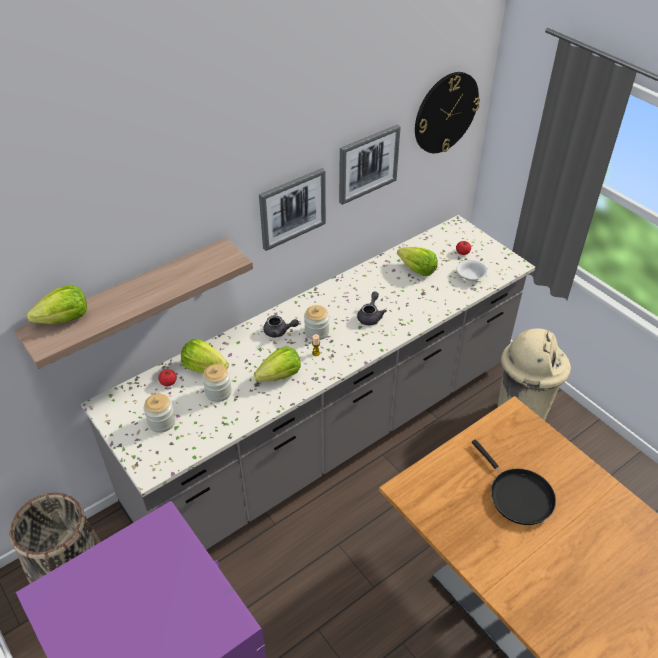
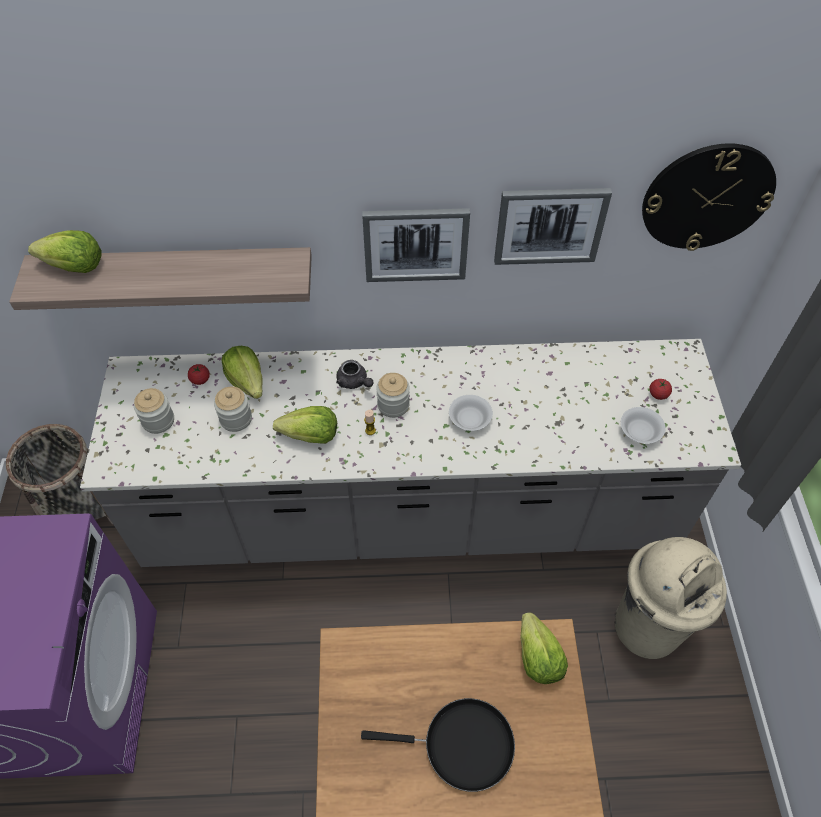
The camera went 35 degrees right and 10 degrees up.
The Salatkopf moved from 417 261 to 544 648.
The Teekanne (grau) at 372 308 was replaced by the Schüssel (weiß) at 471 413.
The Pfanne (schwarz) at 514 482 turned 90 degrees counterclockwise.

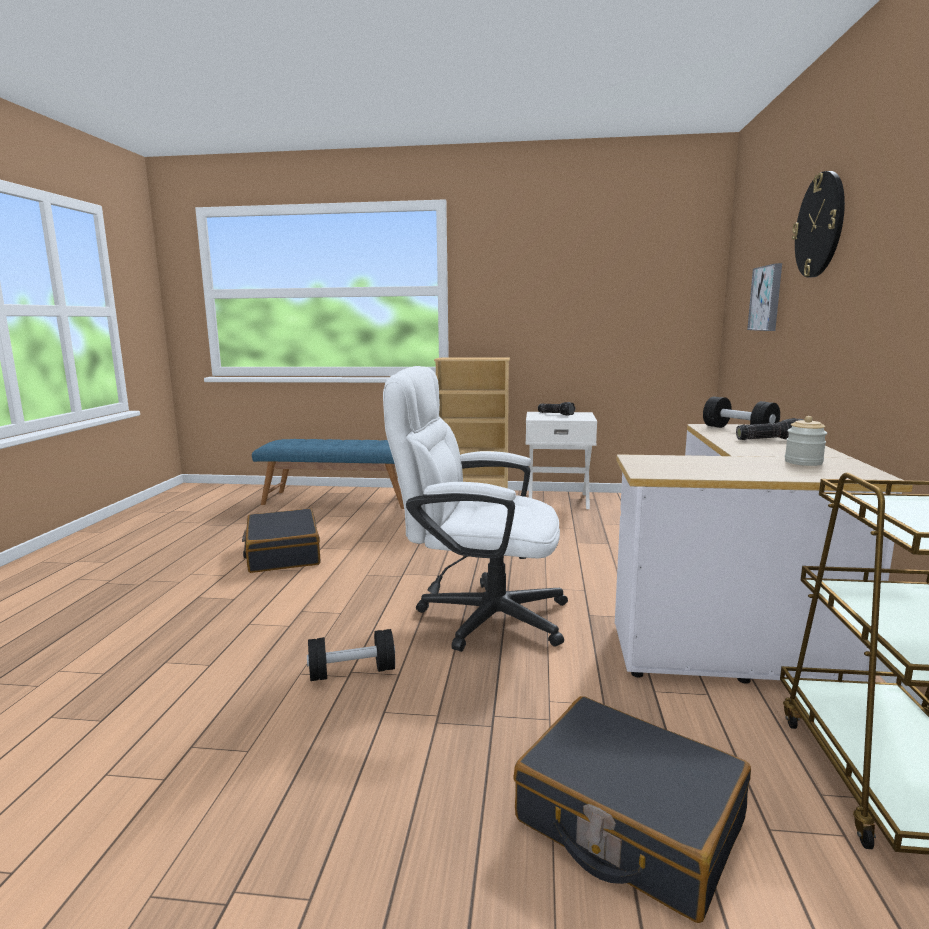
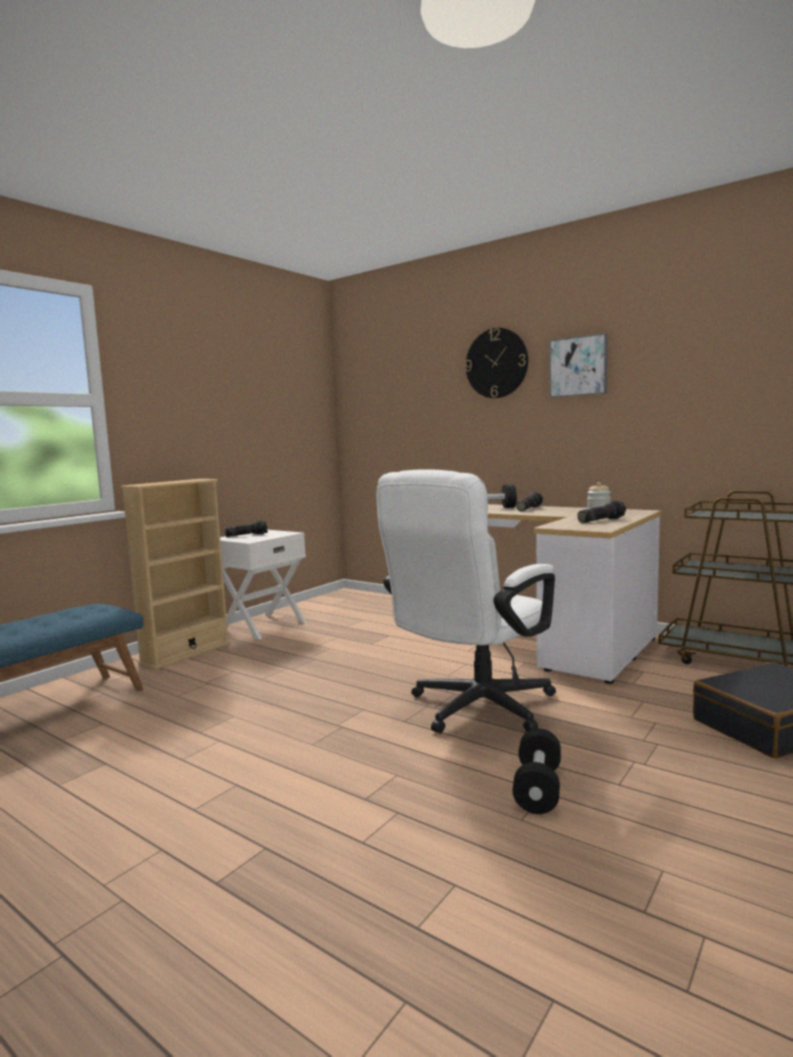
The camera went 60 degrees left and 5 degrees down.
The Koffer (schwarz) at 281 540 disappeared.
The Taschenlampe at 601 512 appeared.
The Bild moved from 764 297 to 578 365.

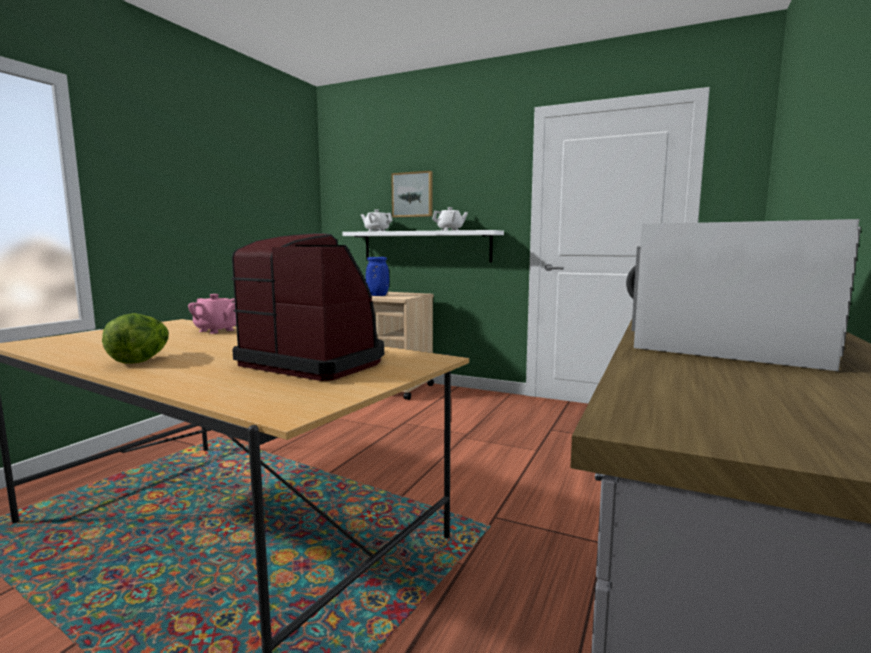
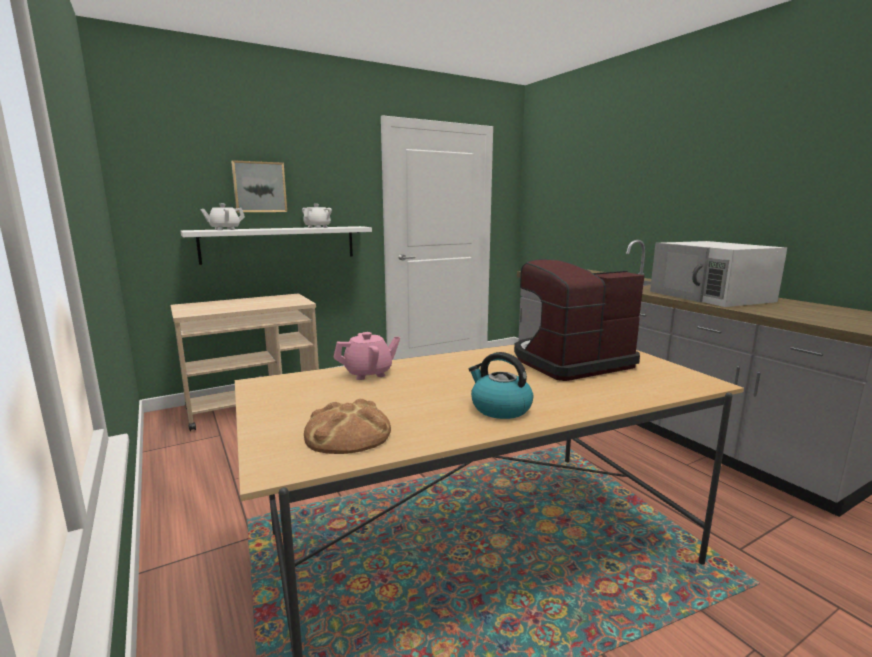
The camera went 55 degrees left and 5 degrees up.
The Vase (blau) at 377 276 disappeared.
The Brot at 347 426 appeared.
The Salatkopf at 135 338 was replaced by the Wasserkessel at 501 385.

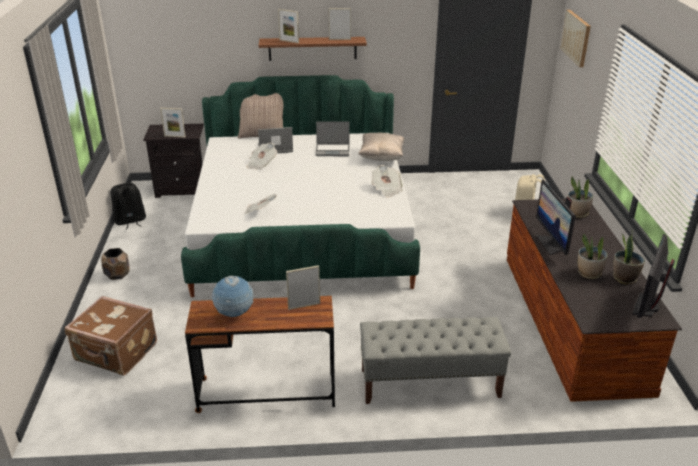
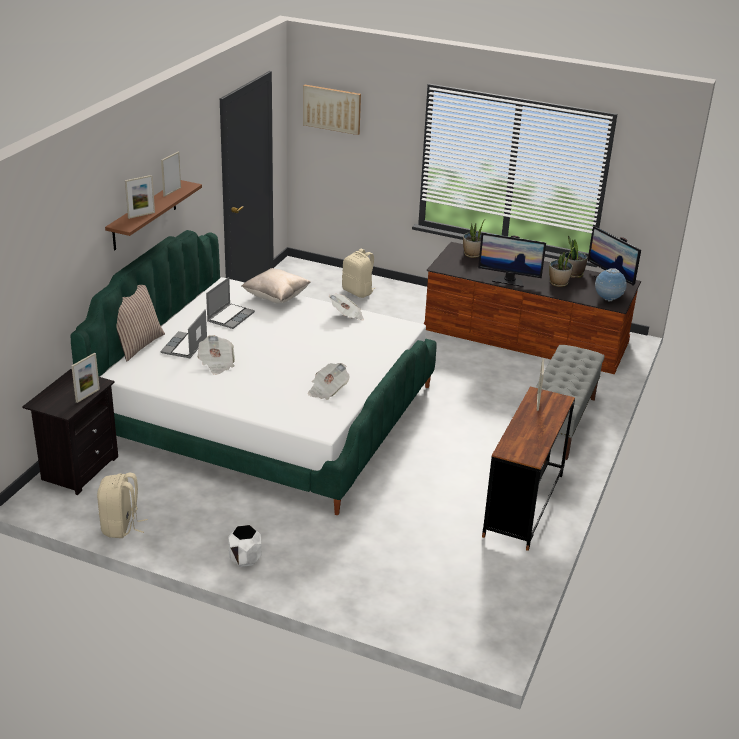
The camera went 65 degrees left and 0 degrees up.
The Koffer (braun) at 111 335 disappeared.
The Globus moved from 232 296 to 611 284.
The Pflanzkübel (braun) at 115 264 became the Pflanzkübel (weiß) at 244 546.
The Rucksack (schwarz) at 128 206 became the Rucksack (beige) at 122 505.

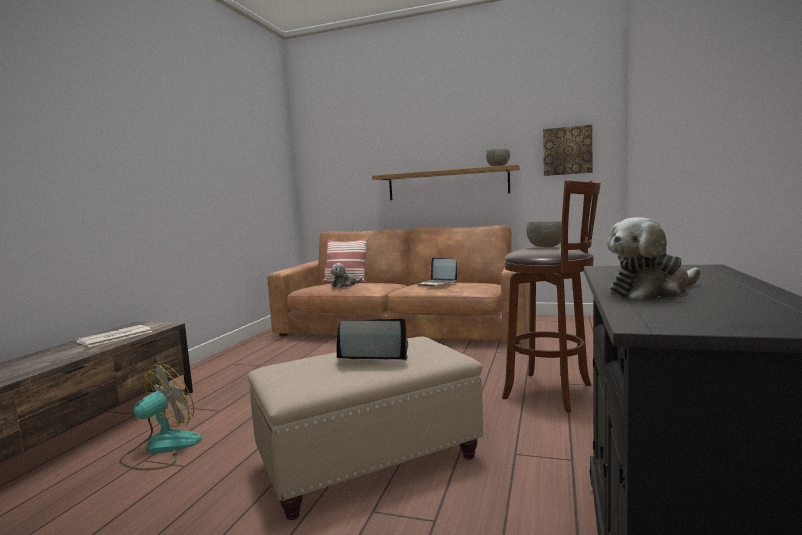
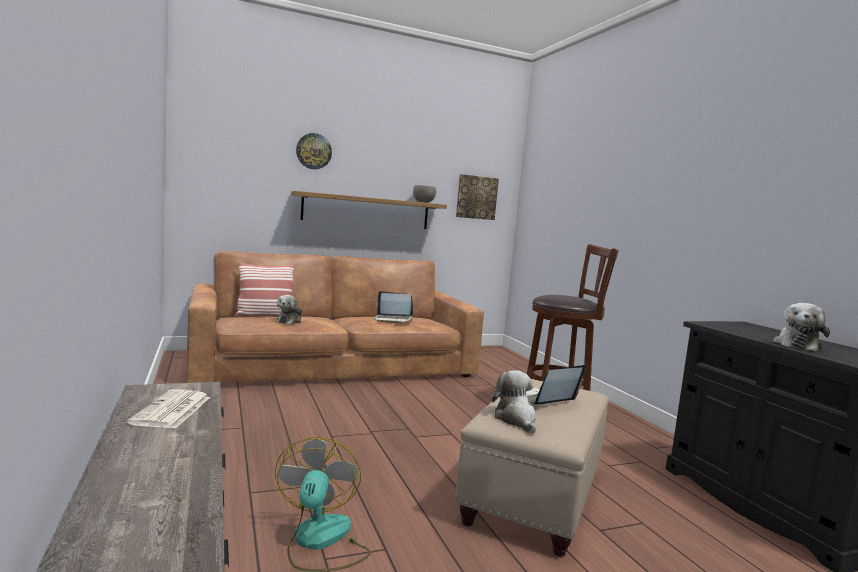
The camera went 40 degrees left and 0 degrees up.
The Schüssel (grau) at 544 234 disappeared.
The Wanduhr at 314 151 appeared.
The Plüschtier at 514 402 appeared.

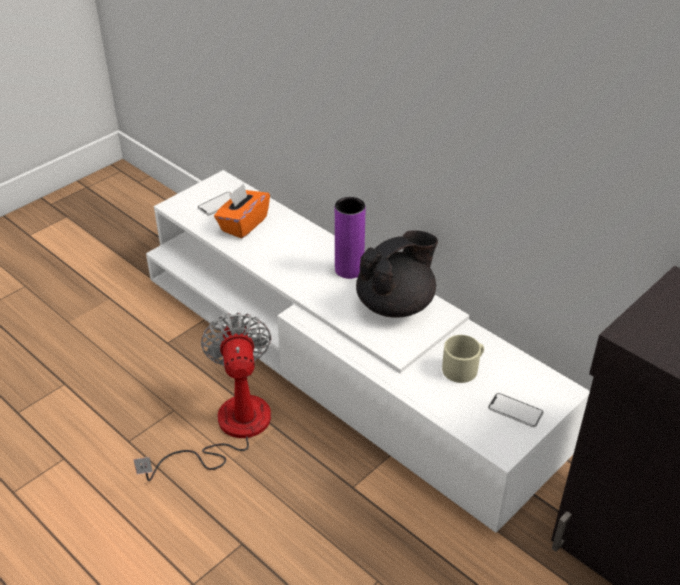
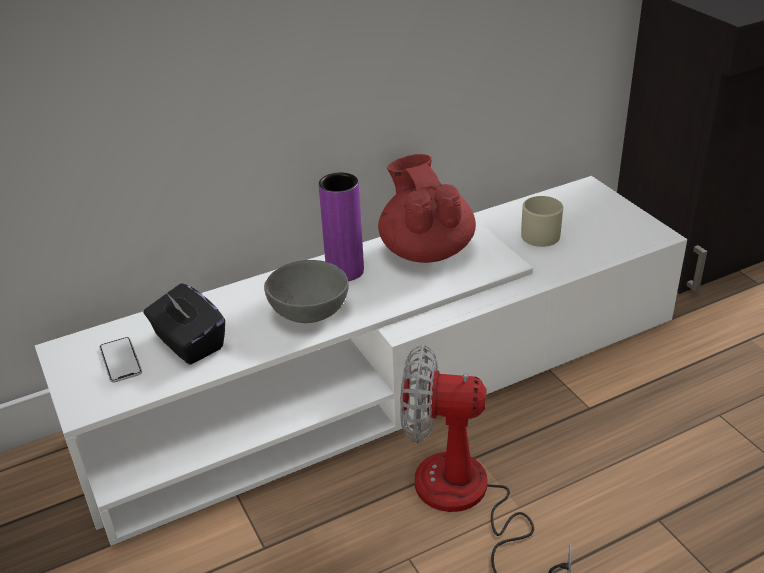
The camera went 70 degrees left and 5 degrees down.
The Handy at 516 410 disappeared.
The Schüssel (grau) at 306 291 appeared.
The Taschentuchbox (orange) at 242 211 became the Taschentuchbox (schwarz) at 184 324.
The Teekanne (schwarz) at 397 274 became the Teekanne (rot) at 427 208.

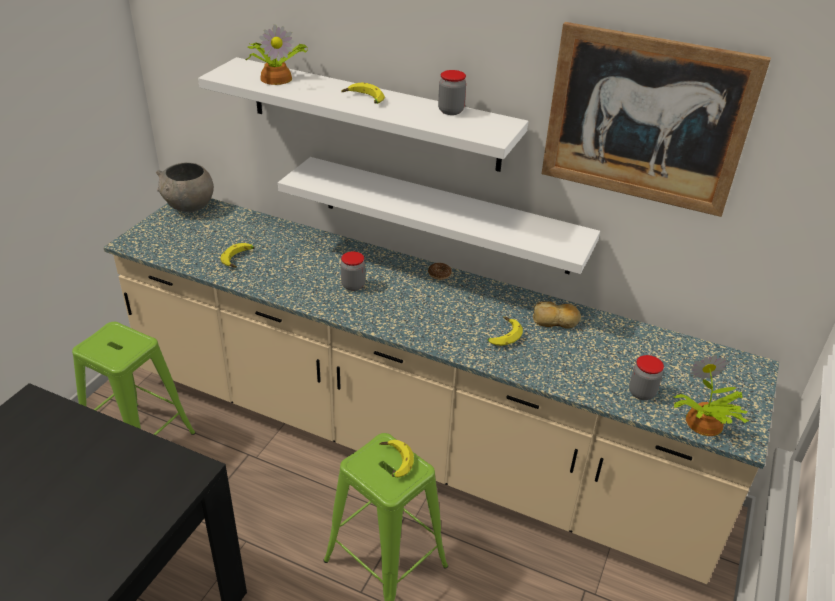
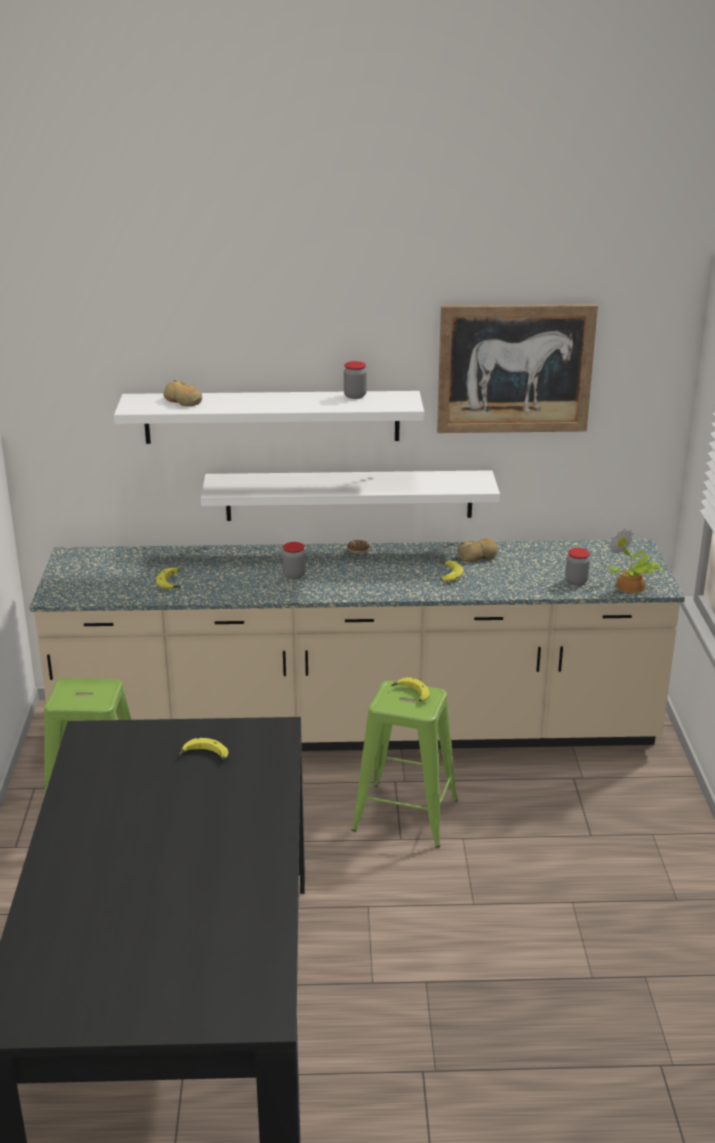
The camera went 25 degrees left and 10 degrees down.
The Schüssel (grau) at 185 187 disappeared.
The Banane moved from 363 93 to 203 749.
The Topfpflanze at 276 54 was replaced by the Brot at 182 393.

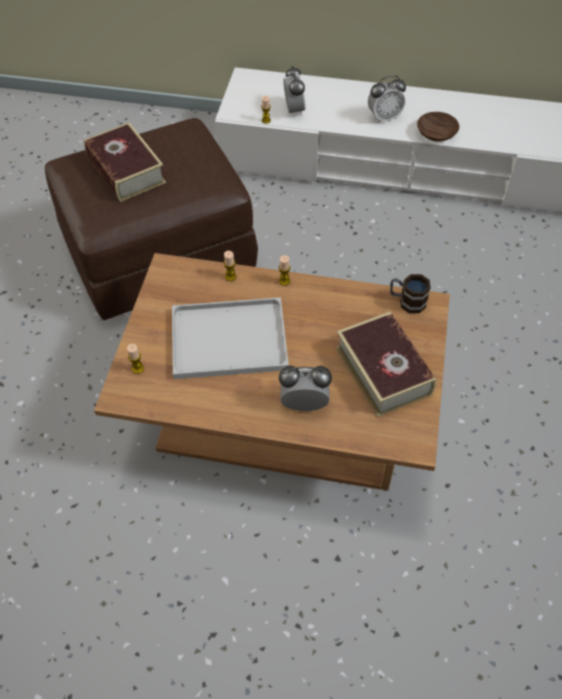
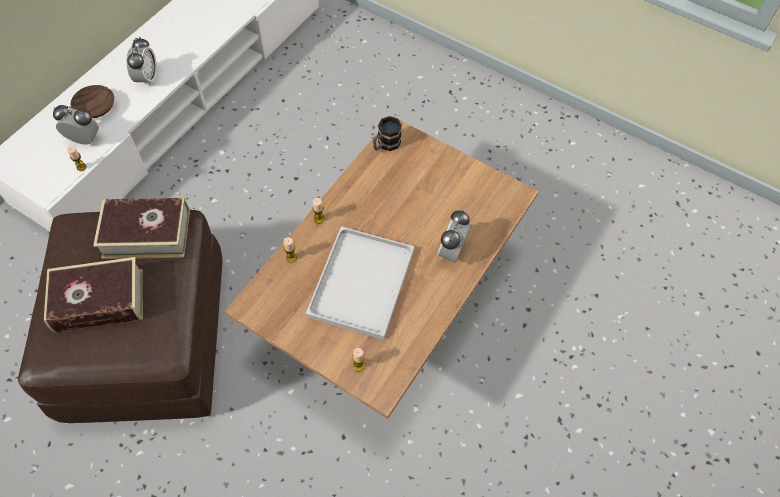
The camera went 70 degrees left and 5 degrees up.
The Buch moved from 386 364 to 141 228.
The Schüssel (braun) moved from 438 127 to 92 101.

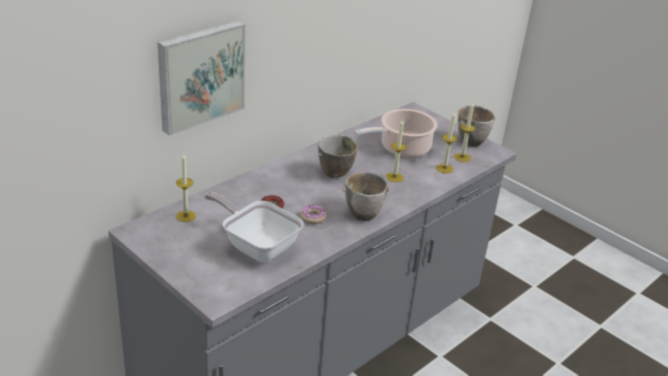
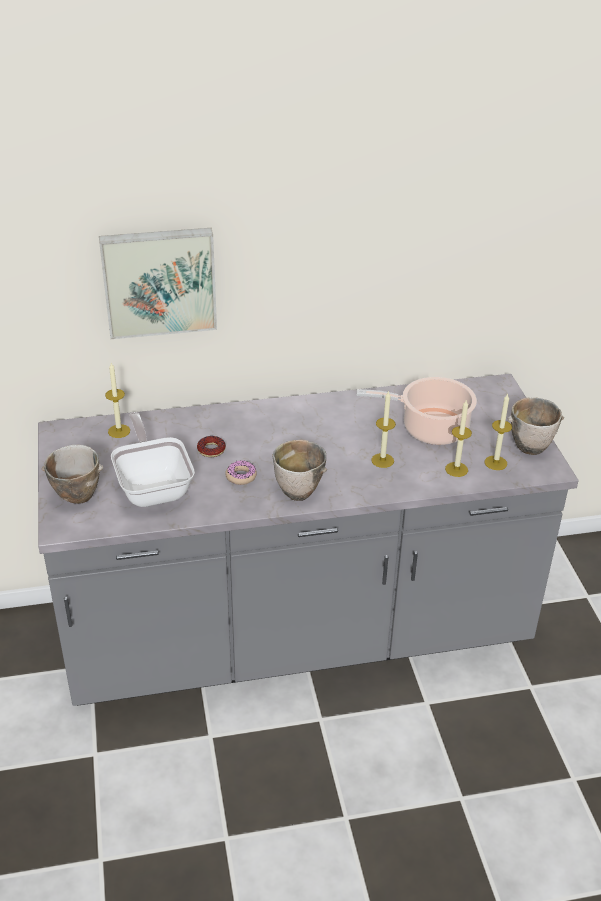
The camera went 35 degrees right and 5 degrees up.
The Schüssel moved from 338 156 to 72 474.

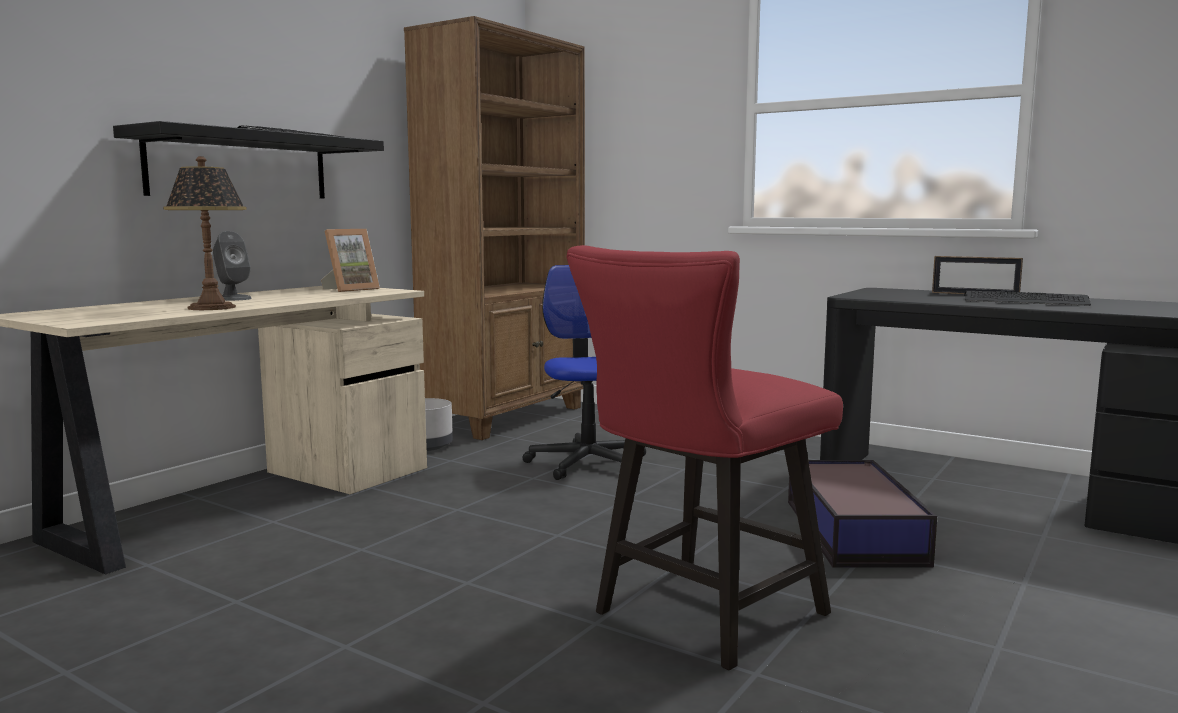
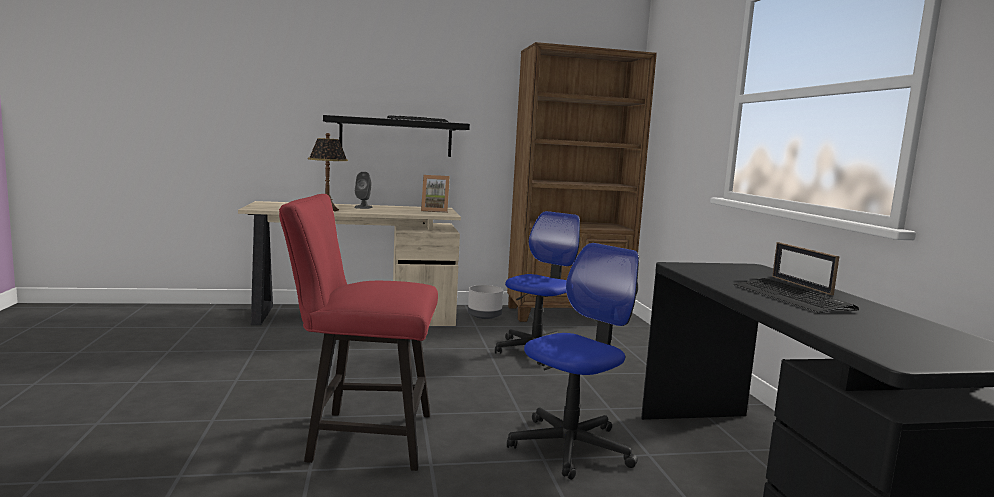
The camera went 45 degrees right and 0 degrees up.
The Aufbewahrungsbox at 862 514 was replaced by the Bürostuhl at 573 361.

